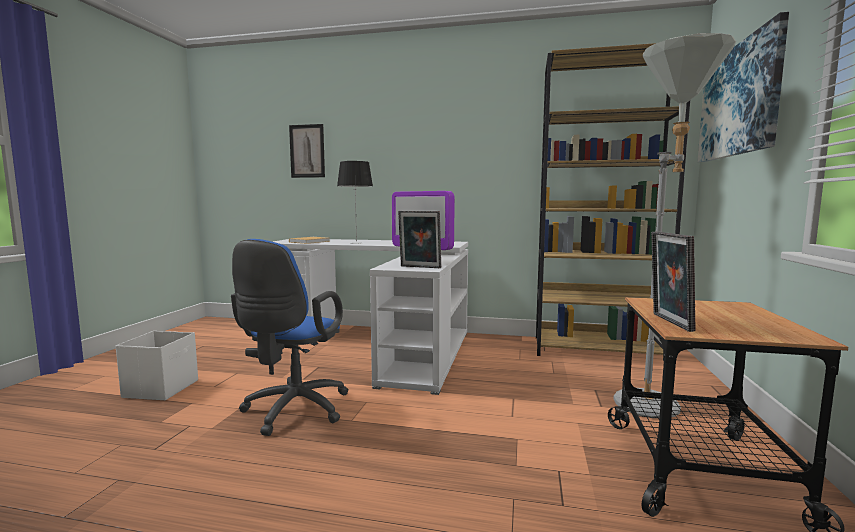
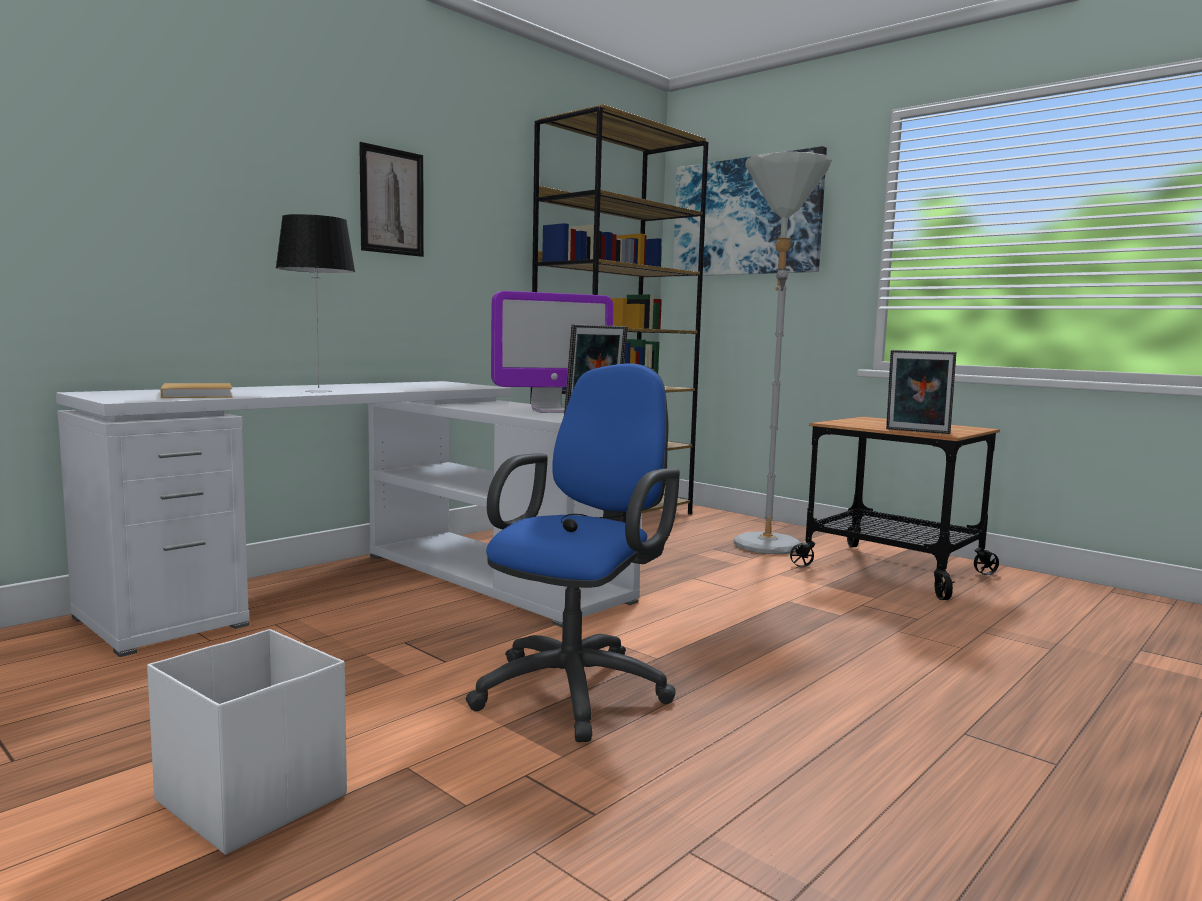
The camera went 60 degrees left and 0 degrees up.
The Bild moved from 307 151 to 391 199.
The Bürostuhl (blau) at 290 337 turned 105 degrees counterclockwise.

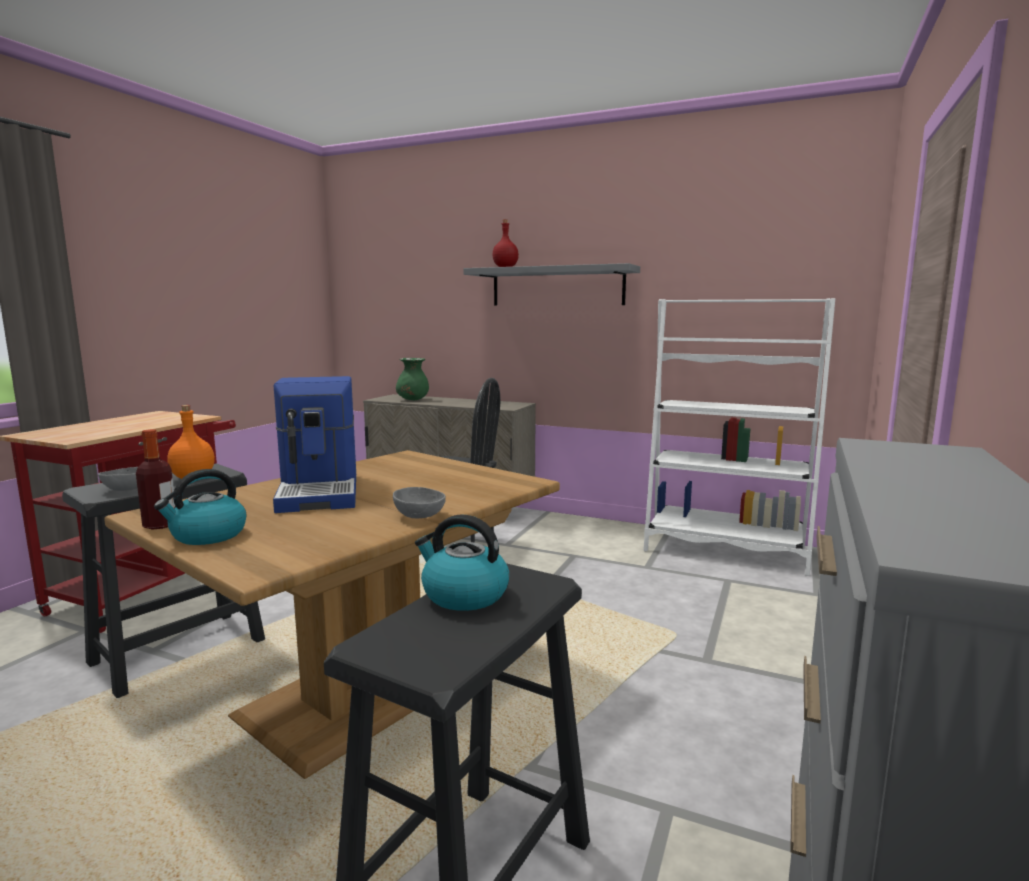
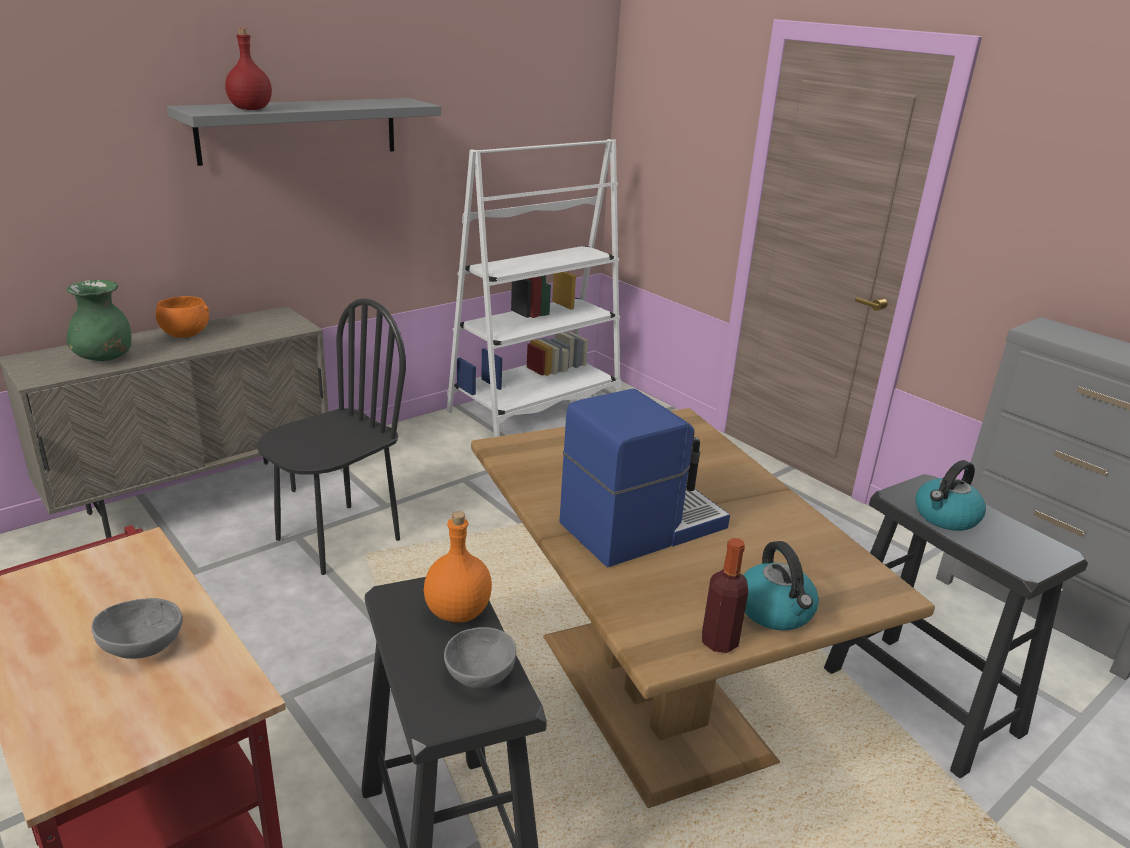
The camera went 65 degrees left and 15 degrees up.
The Schüssel (orange) at 182 317 appeared.
The Schüssel (grau) moved from 419 502 to 137 628.
The Kaffeemaschine at 314 444 turned 45 degrees counterclockwise.

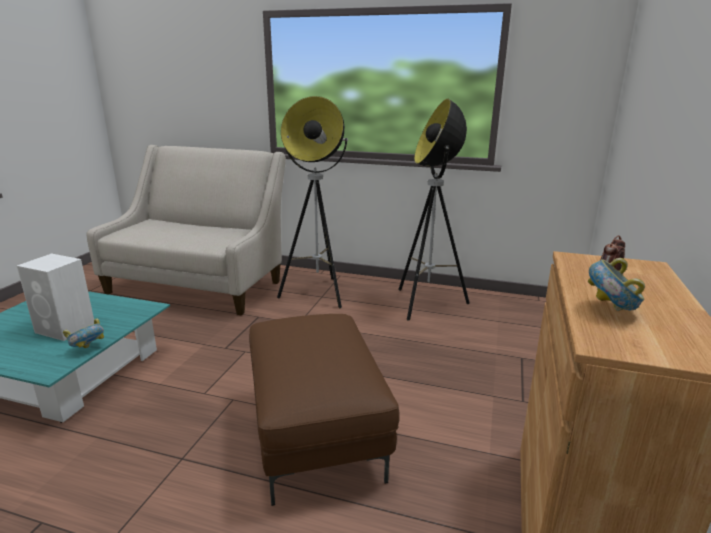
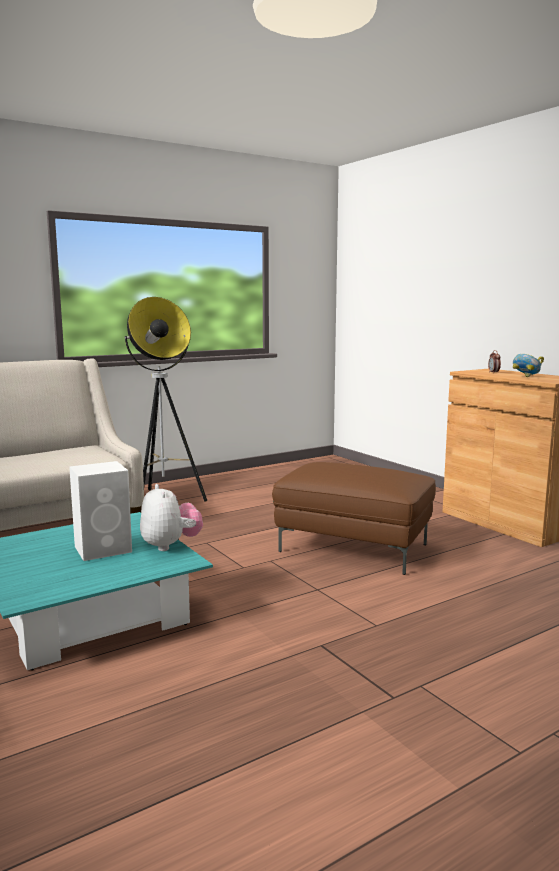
The camera went 50 degrees left and 10 degrees down.
The Stehlampe at 434 210 disappeared.
The Schüssel at 83 333 was replaced by the Plüschtier at 171 517.

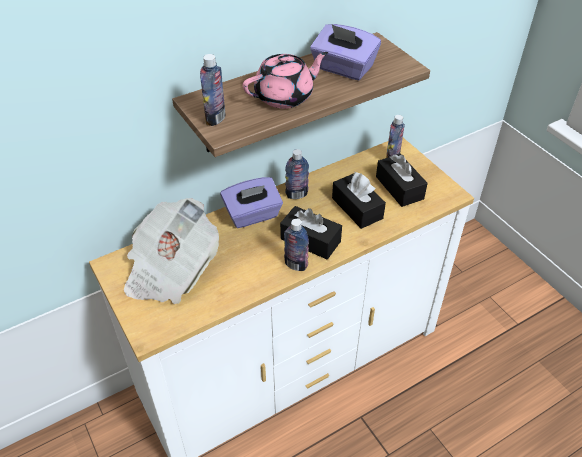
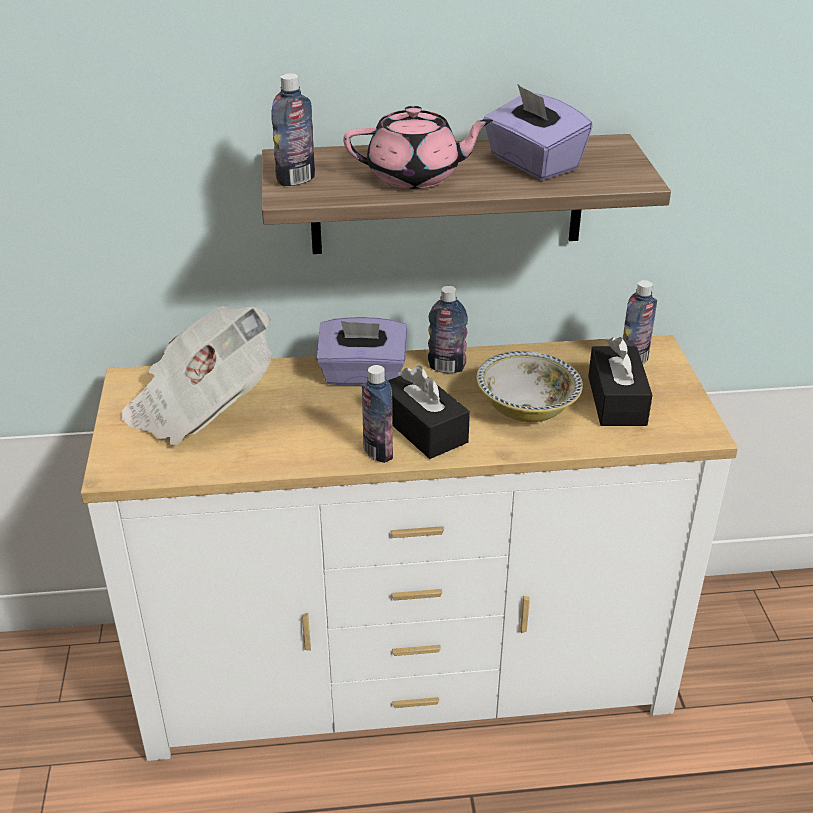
The camera went 25 degrees right and 10 degrees down.
The Taschentuchbox (schwarz) at 359 200 was replaced by the Schüssel at 530 386.

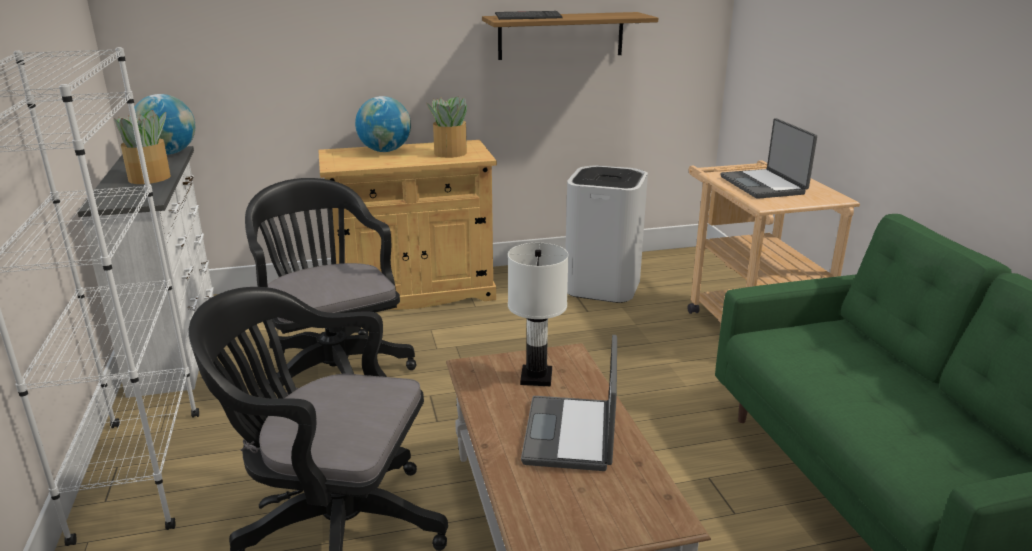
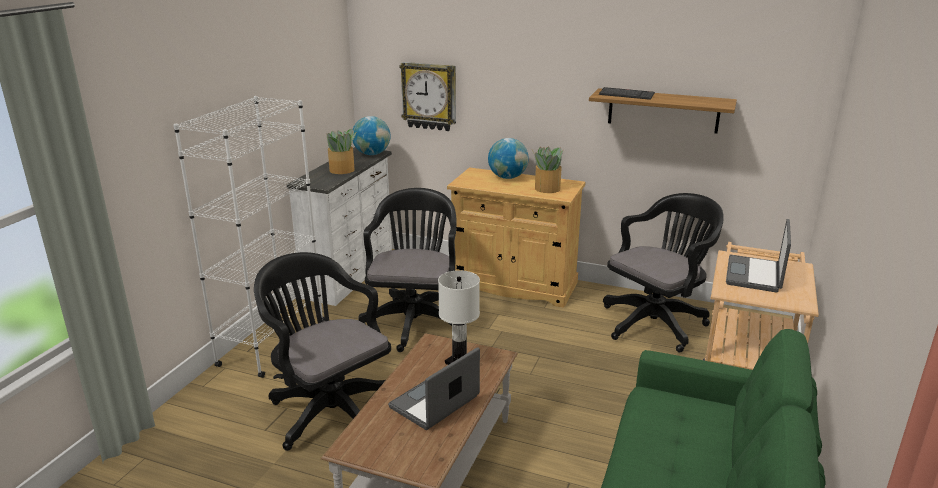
The camera went 35 degrees right and 0 degrees up.
The Wanduhr at 428 96 appeared.
The Mülleimer (weiß) at 606 234 was replaced by the Bürostuhl (schwarz) at 663 273.

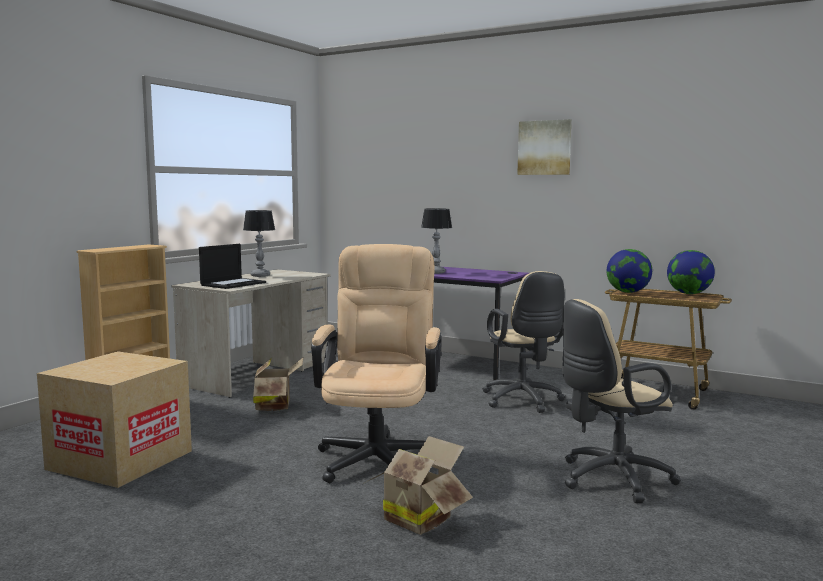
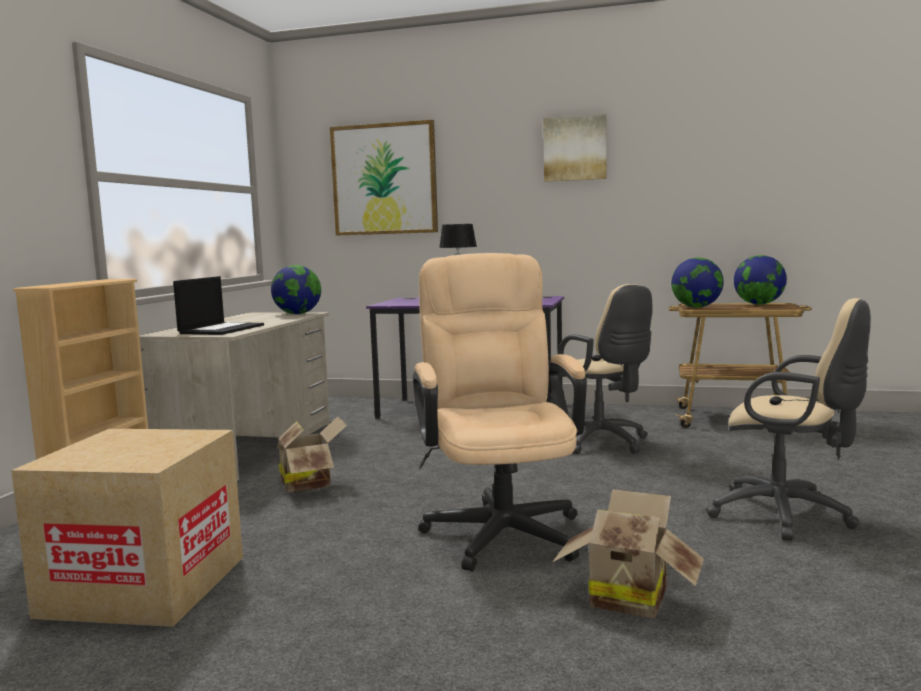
The camera went 15 degrees left and 0 degrees up.
The Tischlampe at 259 243 disappeared.
The Globus at 296 289 appeared.
The Bild at 384 178 appeared.
The Bürostuhl (beige) at 621 401 turned 105 degrees counterclockwise.

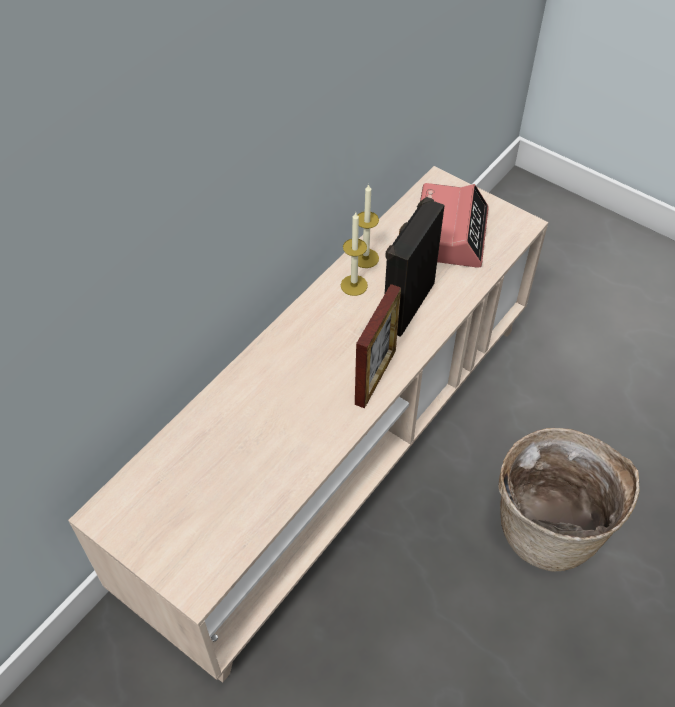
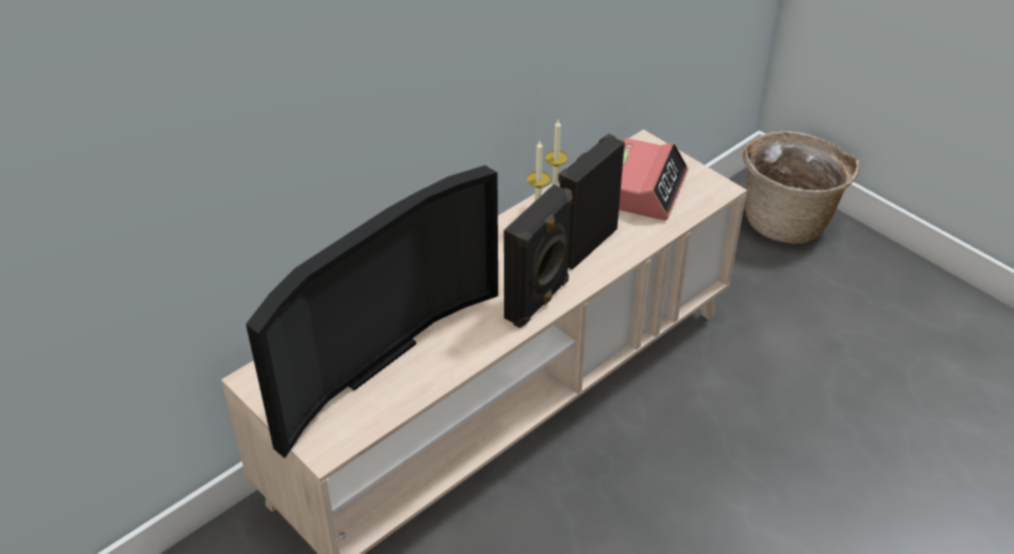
The camera went 10 degrees right and 10 degrees down.
The Fernseher at 372 311 appeared.
The Korb moved from 569 500 to 800 187.
The Bilderrahmen at 378 346 was replaced by the Lautsprecher (schwarz) at 538 256.

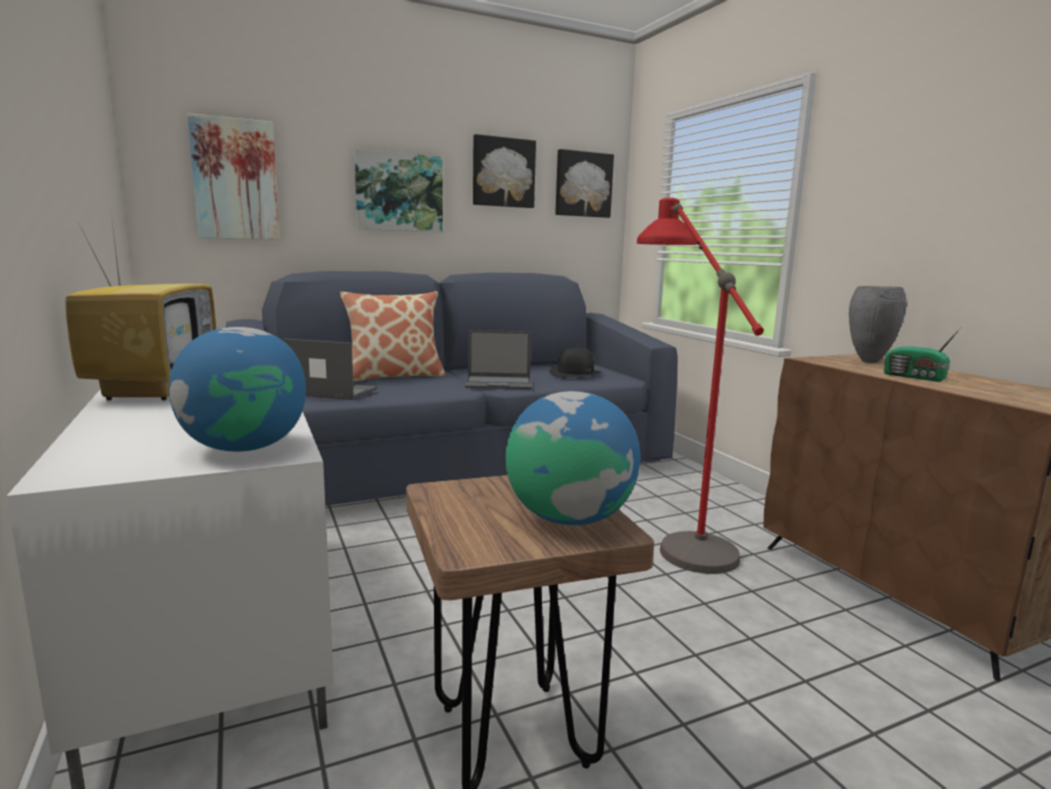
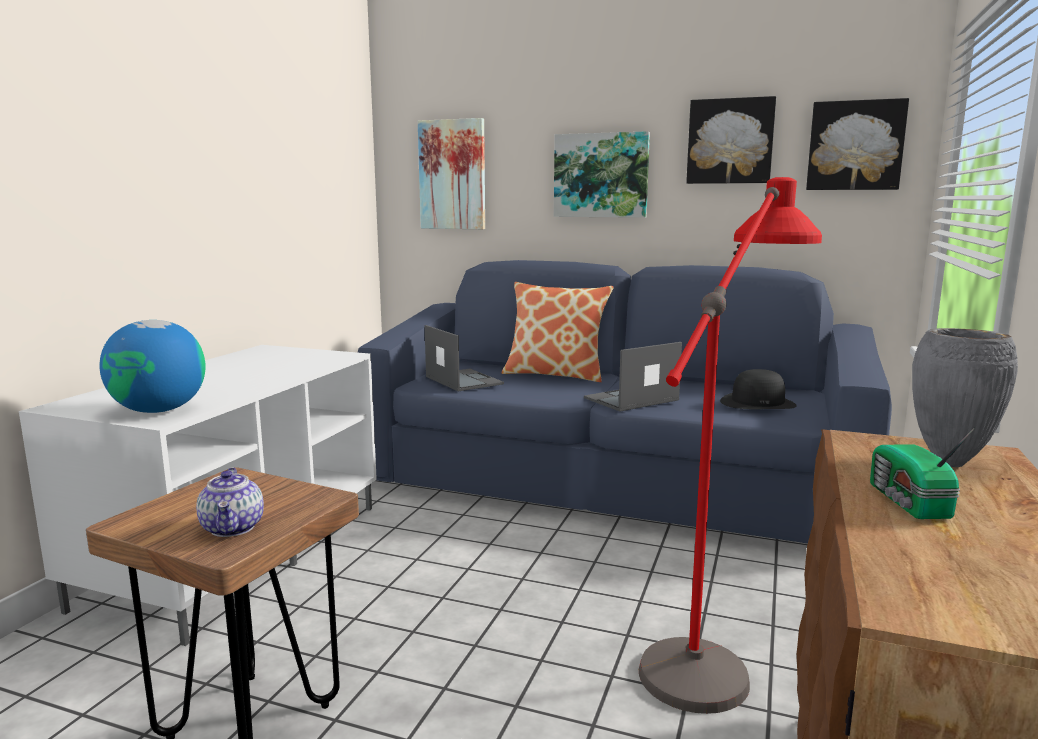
The camera went 45 degrees right and 0 degrees up.
The Fernseher at 140 307 disappeared.
The Globus at 572 458 was replaced by the Teekanne at 230 502.
The Laptop at 498 359 turned 105 degrees clockwise.

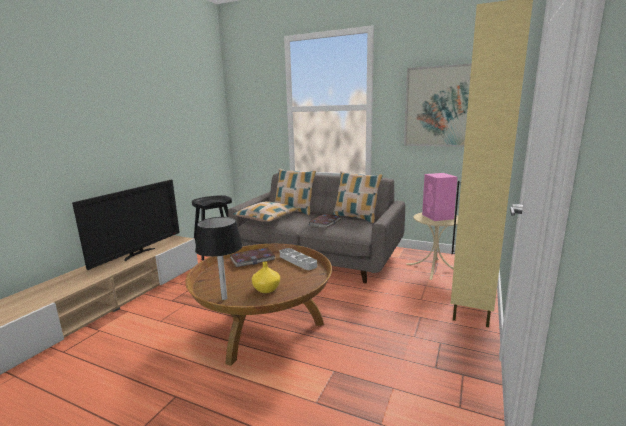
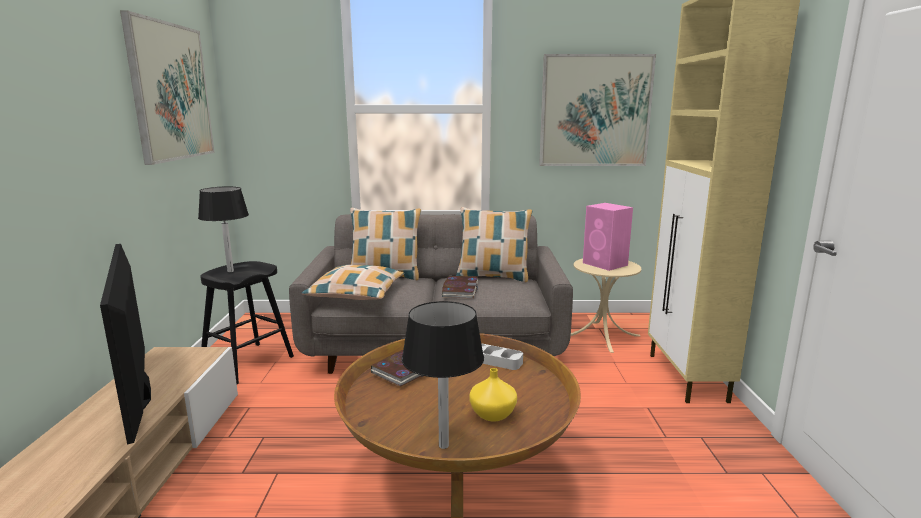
The camera went 25 degrees left and 0 degrees up.
The Bild at 167 88 appeared.
The Tischlampe (schwarz) at 223 229 appeared.
The Fernseher at 126 225 turned 150 degrees clockwise.

